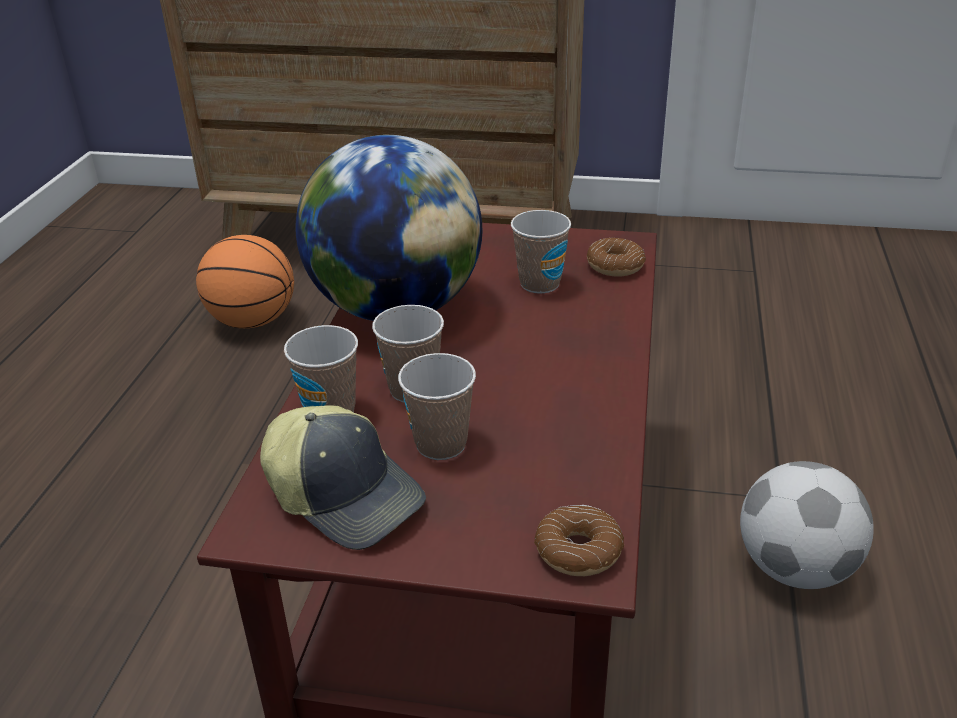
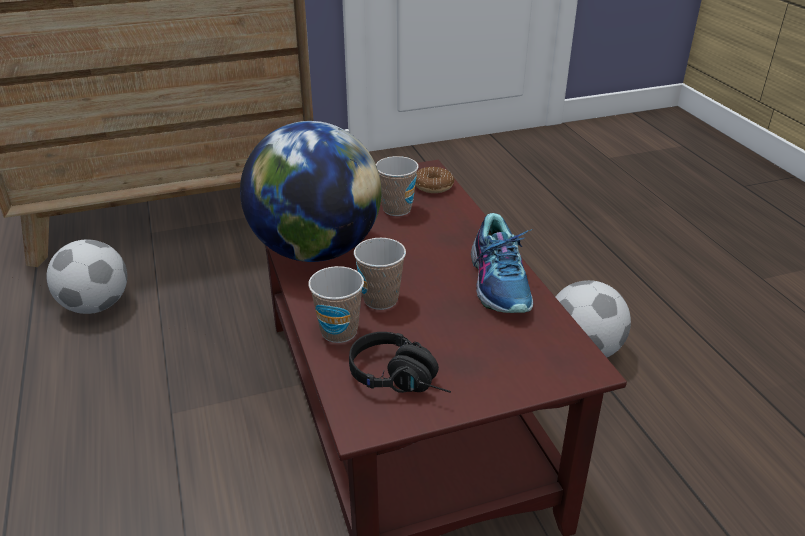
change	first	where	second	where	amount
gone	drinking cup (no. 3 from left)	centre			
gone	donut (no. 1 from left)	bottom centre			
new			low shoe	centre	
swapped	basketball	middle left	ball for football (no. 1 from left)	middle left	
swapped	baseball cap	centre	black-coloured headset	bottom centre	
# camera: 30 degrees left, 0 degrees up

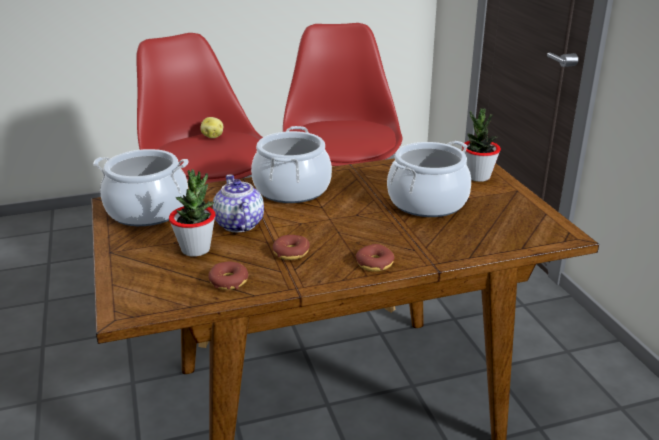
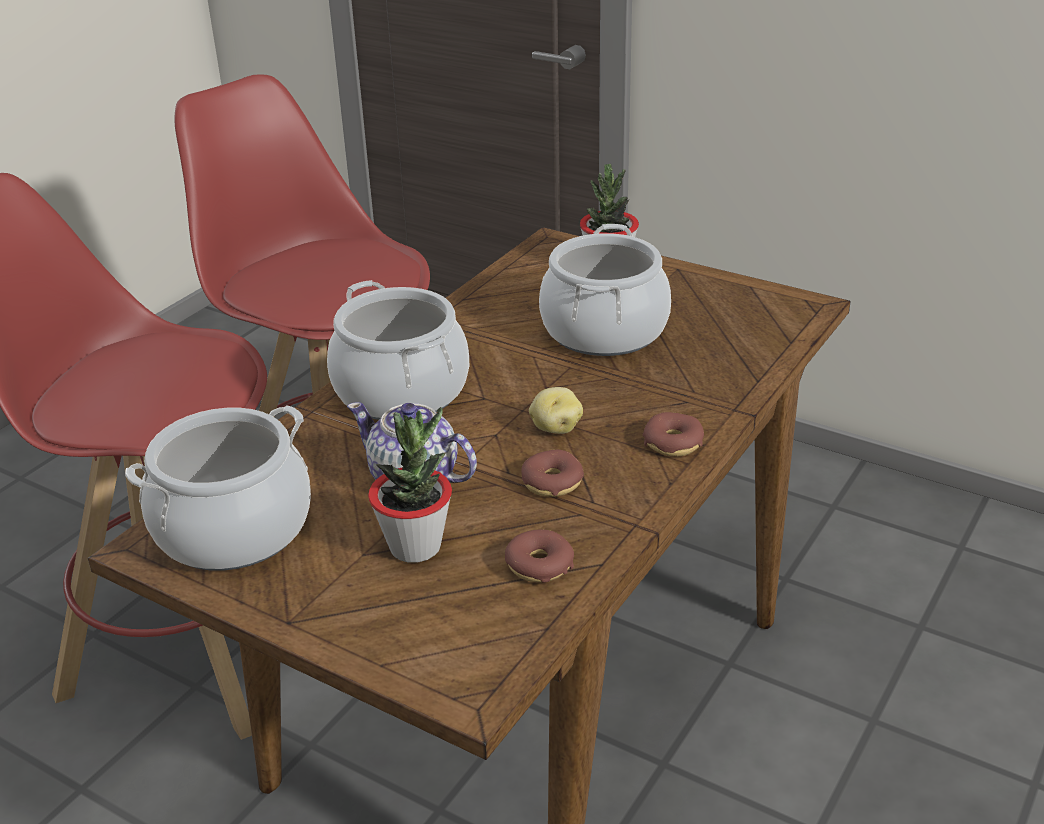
change	first	where	second	where	amount
shifted	spud	top left		centre	
# camera: 40 degrees left, 5 degrees up

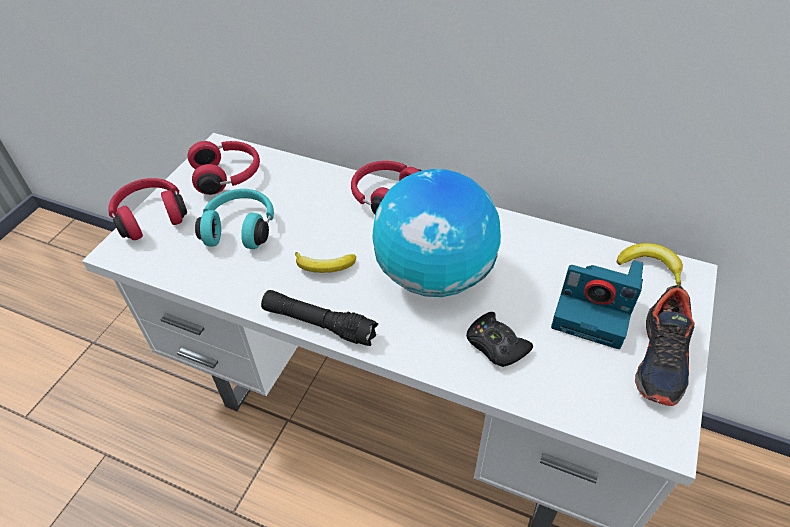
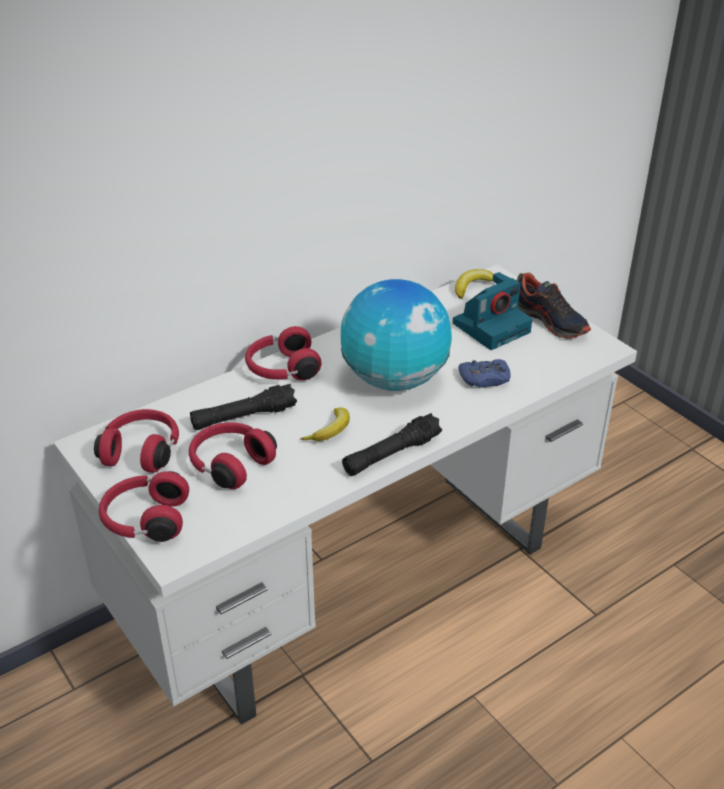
change	first	where	second	where	amount
new			black-coloured torch (no. 1 from left)	centre	
repainted	turquoise headset	middle left	reddish headset (no. 3 from left)	middle left	
repainted	black-coloured joypad	centre	blue joypad	middle right	
# camera: 60 degrees left, 10 degrees down

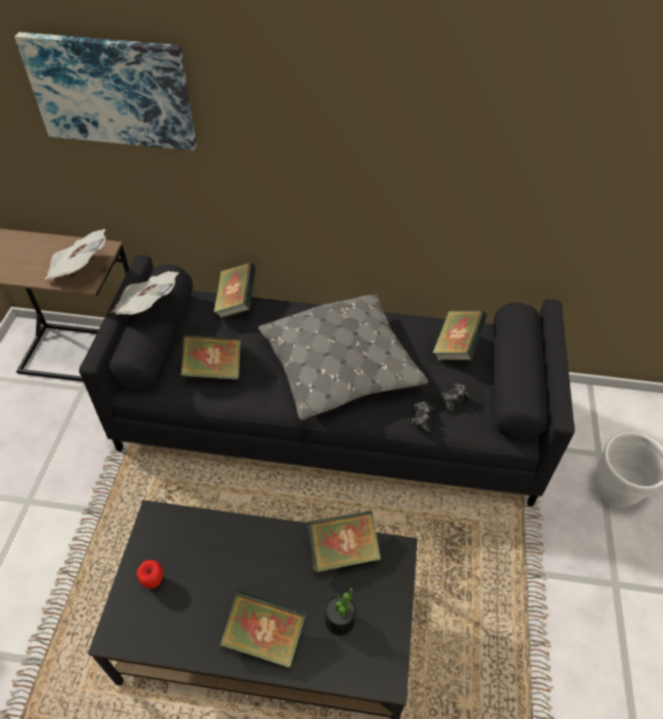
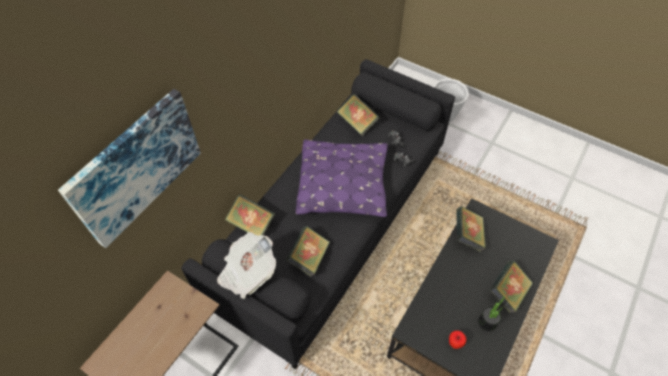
change	first	where	second	where	amount
gone	printed paper (no. 1 from left)	middle left			
shifted	potted plant	bottom centre		bottom right	
repainted	greyish throw pillow	centre	purple throw pillow	centre	
# camera: 65 degrees left, 5 degrees up

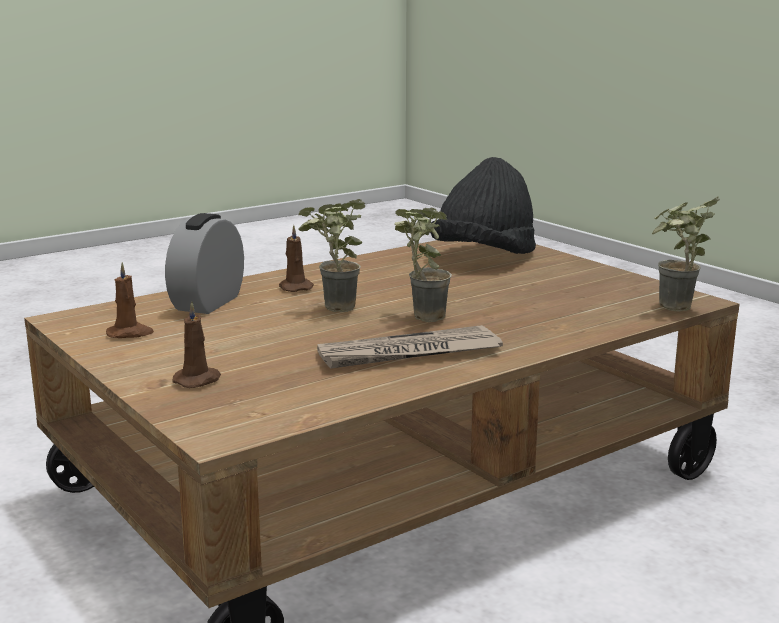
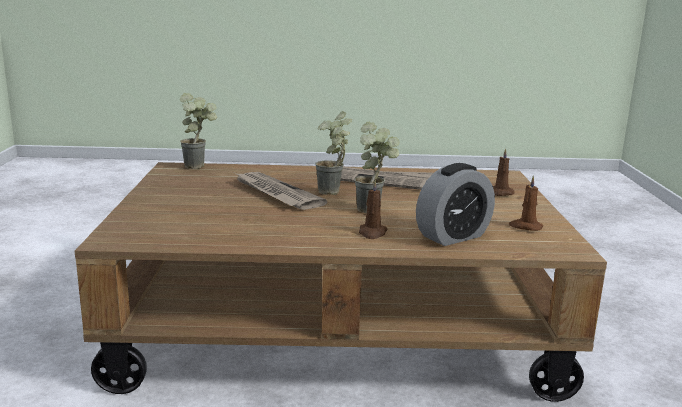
change	first	where	second	where	amount
gone	black-coloured wearable hat	top centre			
new			printed paper (no. 1 from left)	centre	
# camera: 145 degrees left, 0 degrees up

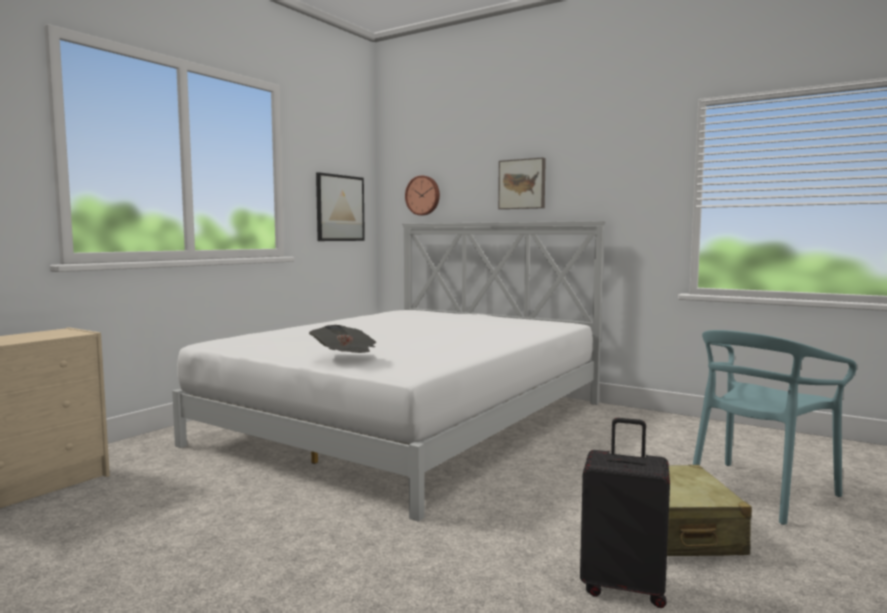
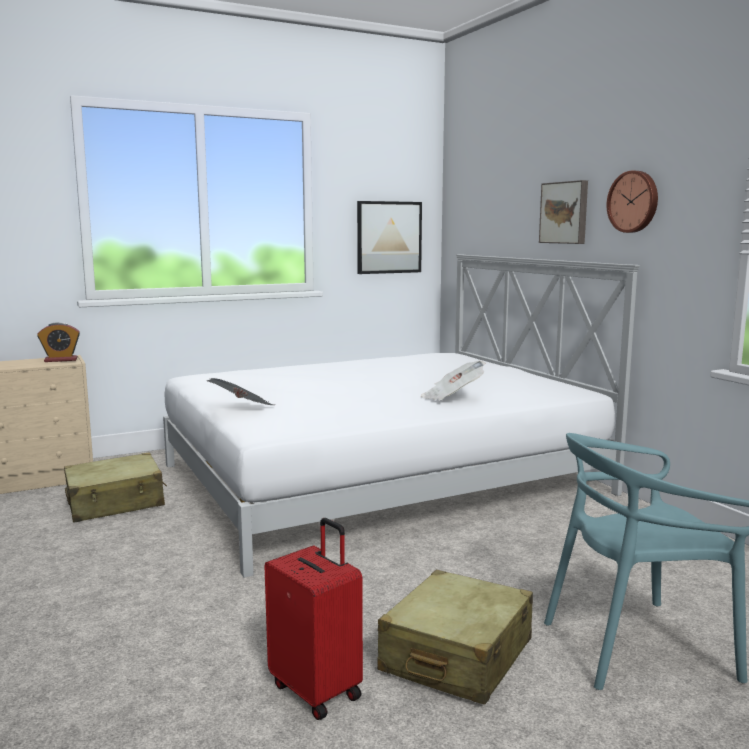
change	first	where	second	where	amount
new			alarm clock	middle left	
new			sand-coloured travel case (no. 1 from left)	middle left	
new			printed paper (no. 2 from left)	centre	
shifted	wall clock	top centre		top right	
repainted	black-coloured travel case	bottom right	reddish travel case	bottom centre	
# camera: 30 degrees right, 5 degrees up

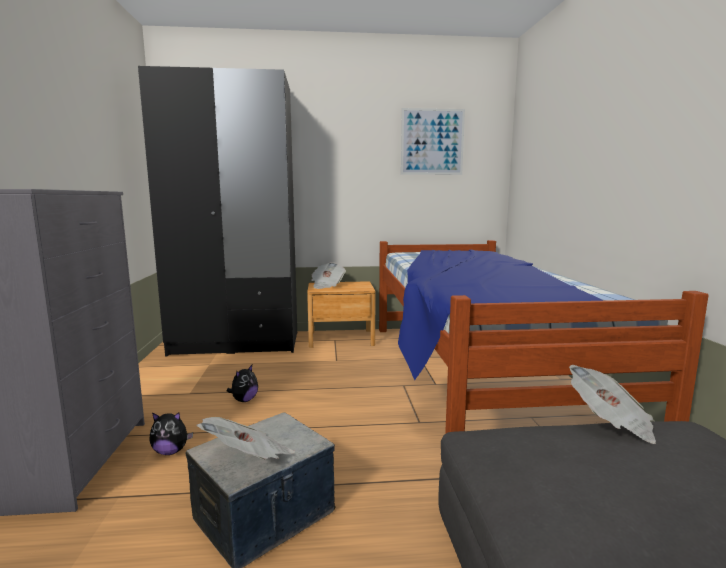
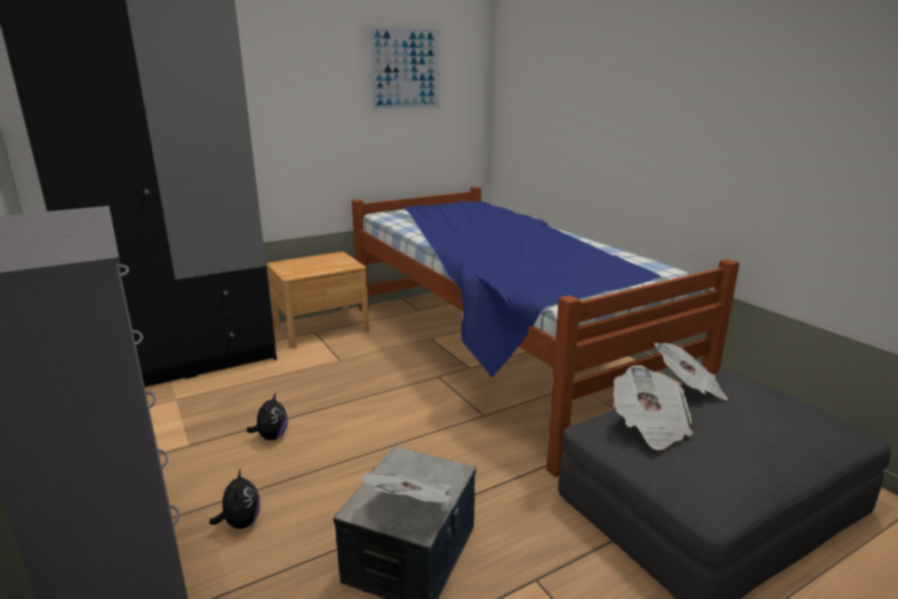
change	first	where	second	where	amount
shifted	printed paper (no. 2 from left)	centre		bottom right	
rotated	plush toy (no. 1 from left)	bottom left		bottom left	75 degrees counterclockwise
# camera: 25 degrees left, 10 degrees up

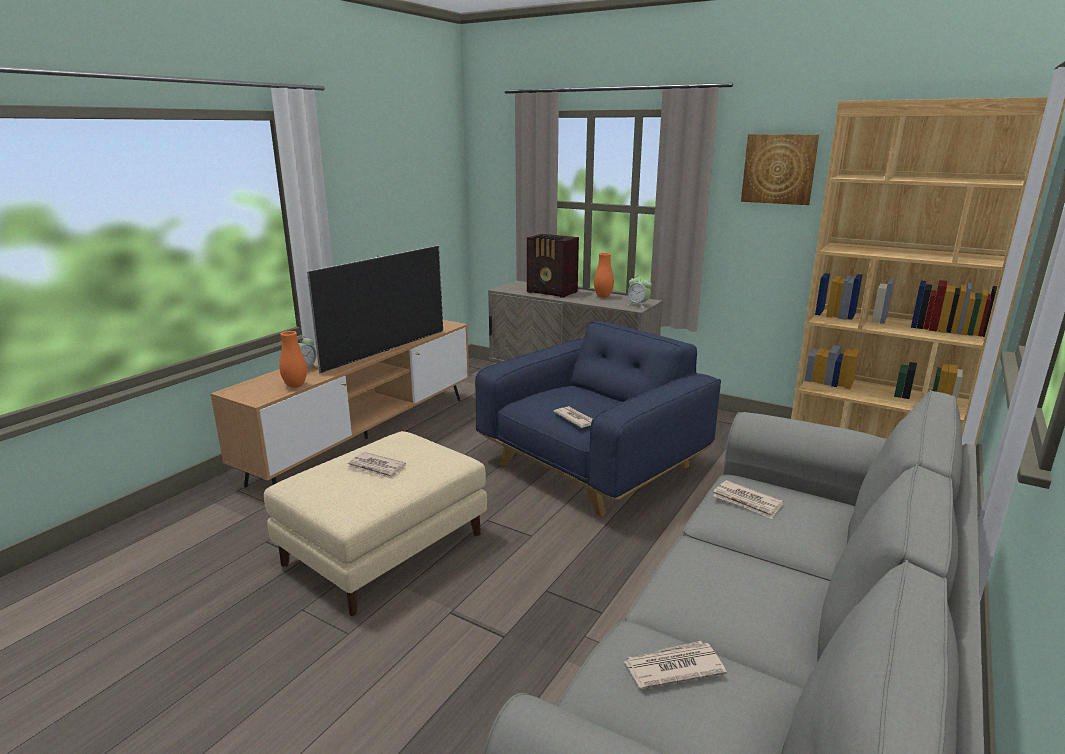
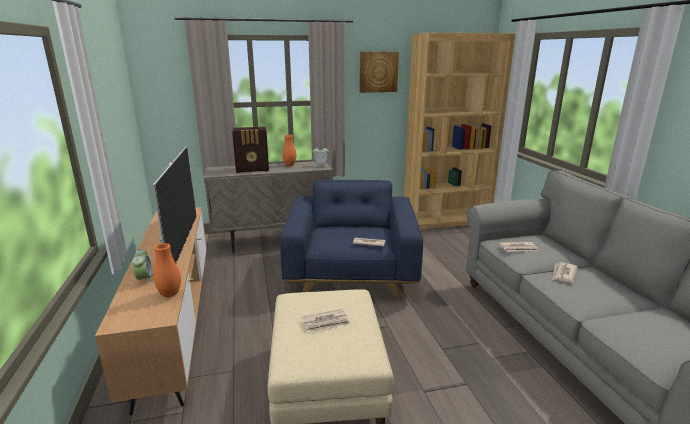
change	first	where	second	where	amount
shifted	printed paper (no. 3 from left in the first image)	bottom centre	printed paper (no. 4 from left)	middle right	
# camera: 45 degrees left, 0 degrees up

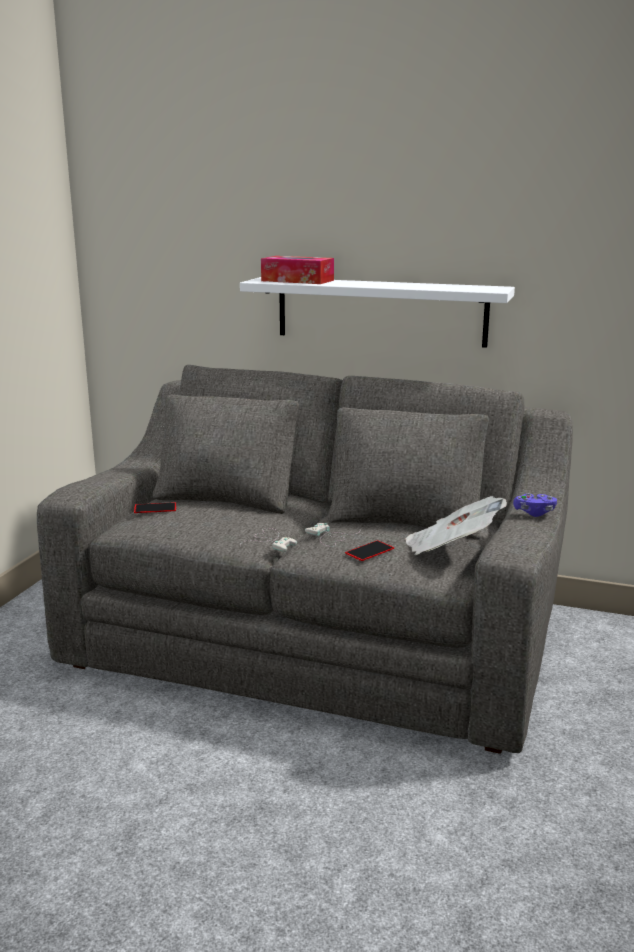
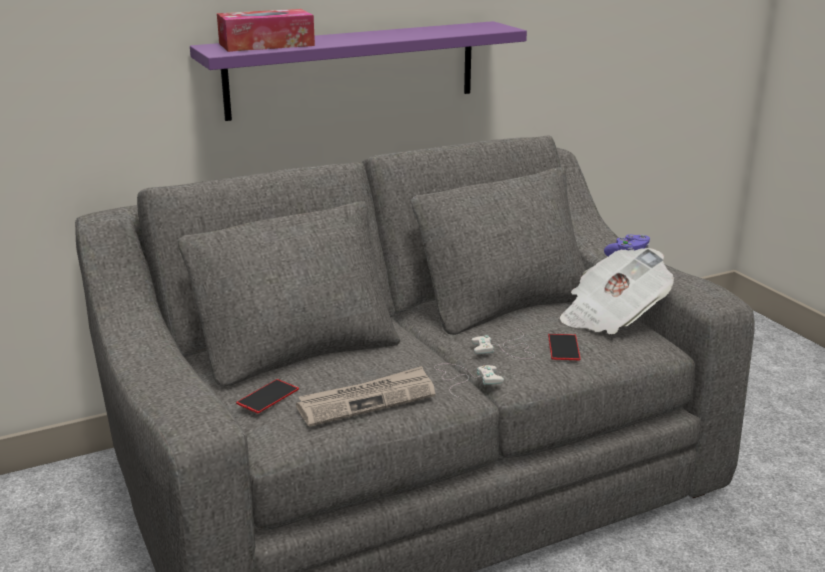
change	first	where	second	where	amount
new			printed paper (no. 1 from left)	bottom centre	
repainted	whitish shelf	top centre	purple shelf	top centre	
# camera: 45 degrees left, 5 degrees up

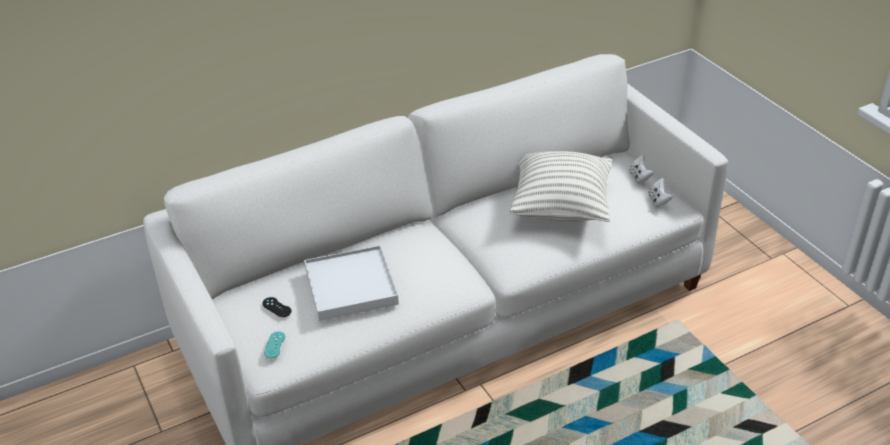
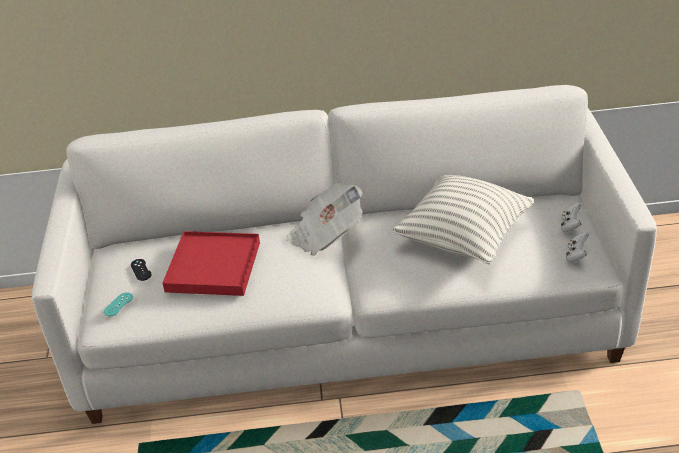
change	first	where	second	where	amount
new			printed paper	centre	
repainted	whitish serving tray	centre	reddish serving tray	middle left	
# camera: 25 degrees right, 0 degrees up

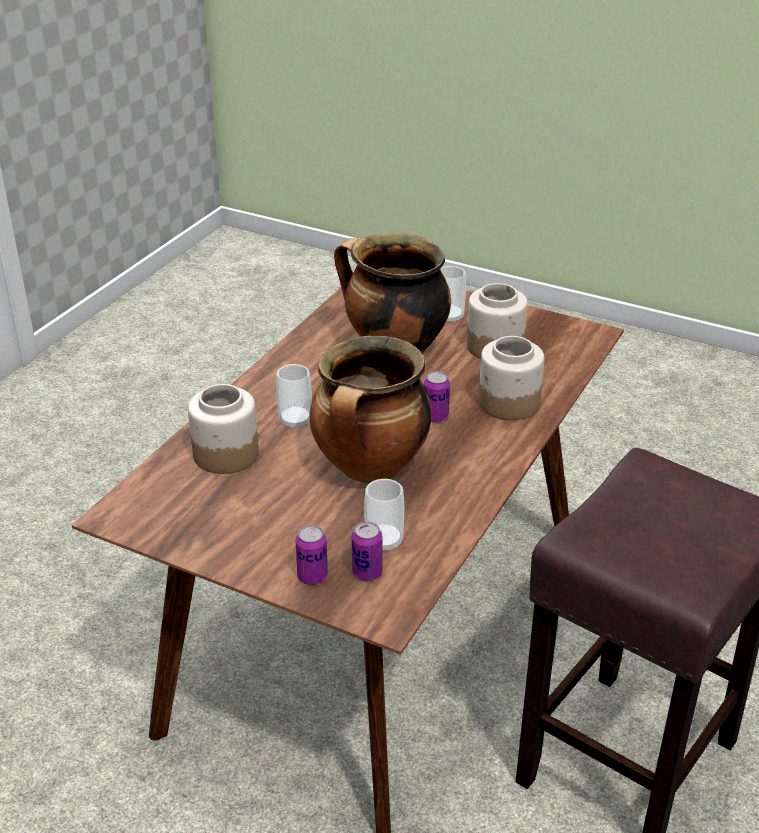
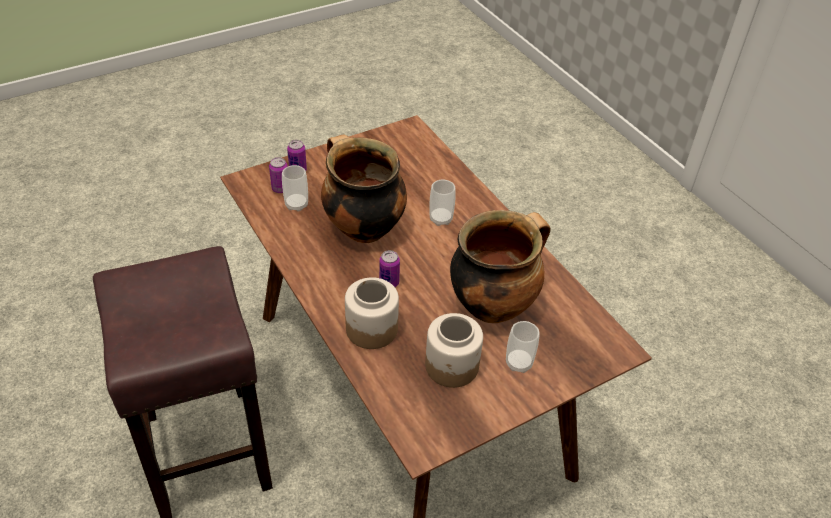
change	first	where	second	where	amount
gone	jar (no. 1 from left)	middle left			
# camera: 120 degrees right, 10 degrees up

